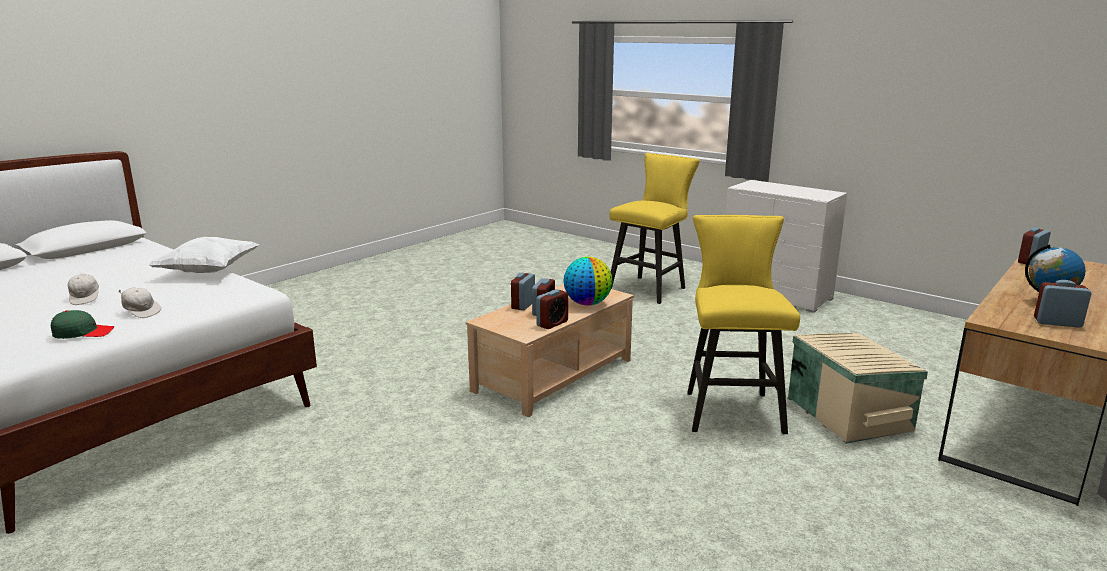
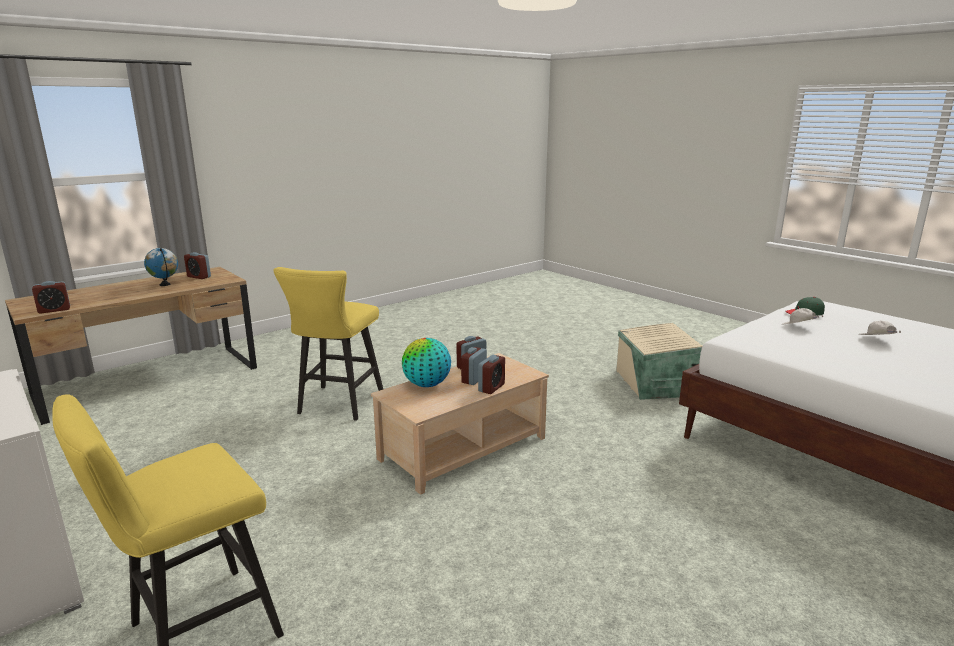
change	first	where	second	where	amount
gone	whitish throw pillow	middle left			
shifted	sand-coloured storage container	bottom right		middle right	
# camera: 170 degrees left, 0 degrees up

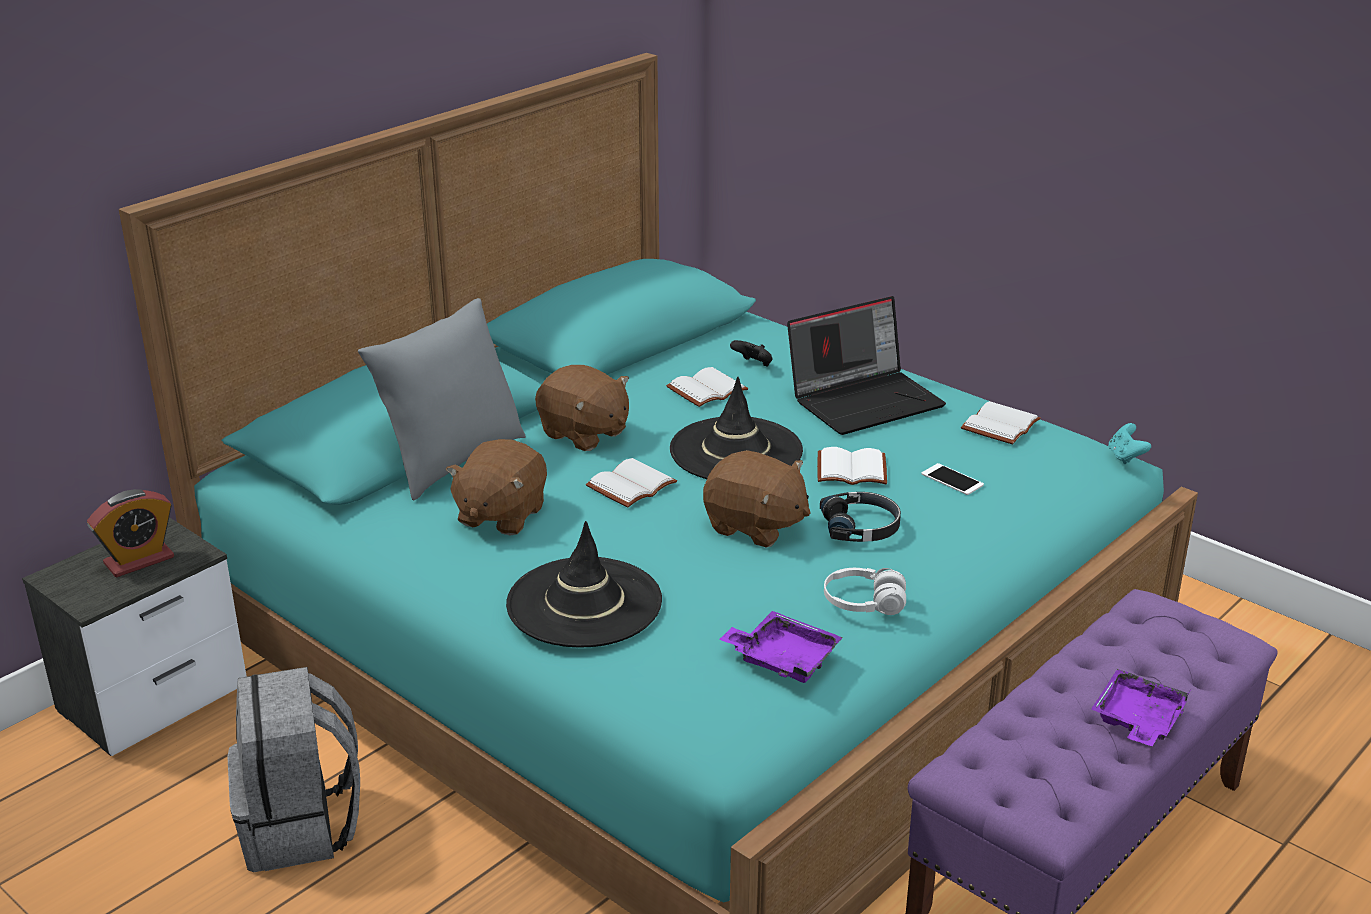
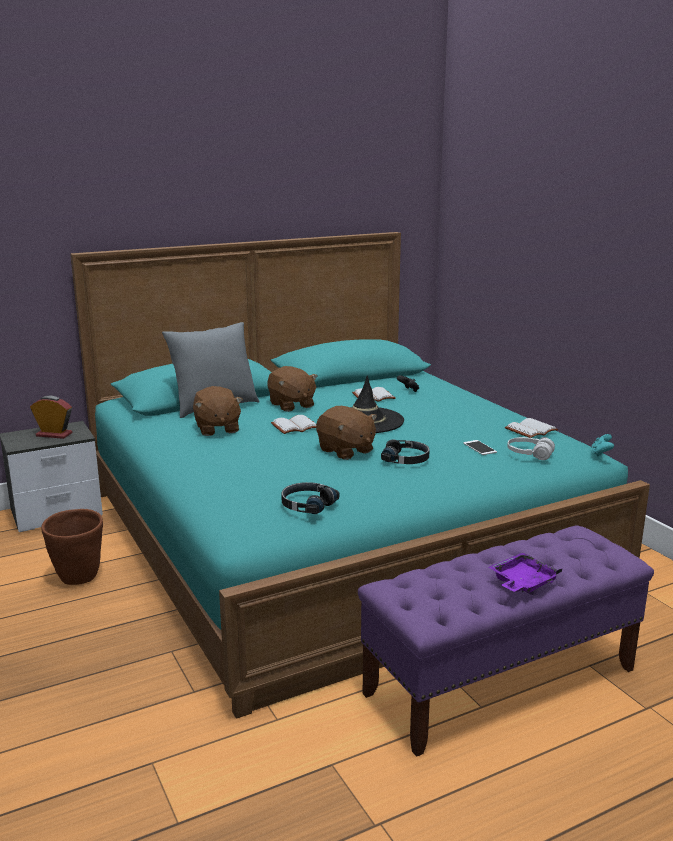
change	first	where	second	where	amount
gone	black-coloured wearable hat (no. 1 from left)	centre			
gone	laptop	centre			
gone	whitish volume (no. 3 from left)	centre			
shifted	whitish headset	centre		middle right	
swapped	greyish knapsack	bottom left	brown-coloured planter	middle left	
swapped	purple serving tray (no. 1 from left)	bottom centre	black-coloured headset (no. 1 from left)	centre	
rotated	alarm clock	middle left		middle left	150 degrees counterclockwise
rotated	brown-coloured plush toy (no. 1 from left)	centre		middle left	60 degrees counterclockwise
# camera: 20 degrees right, 10 degrees down

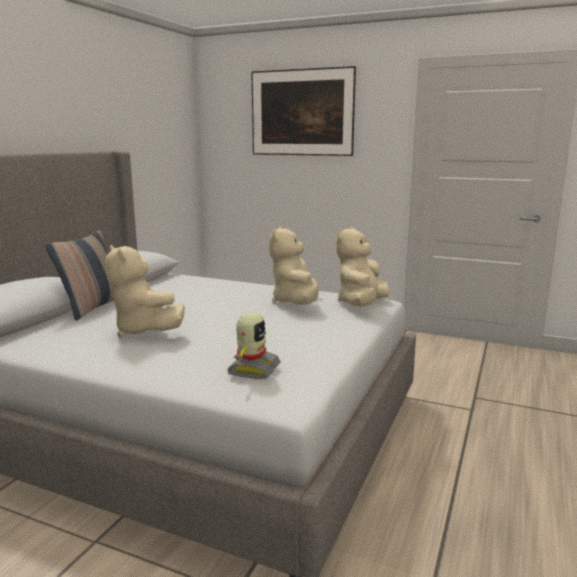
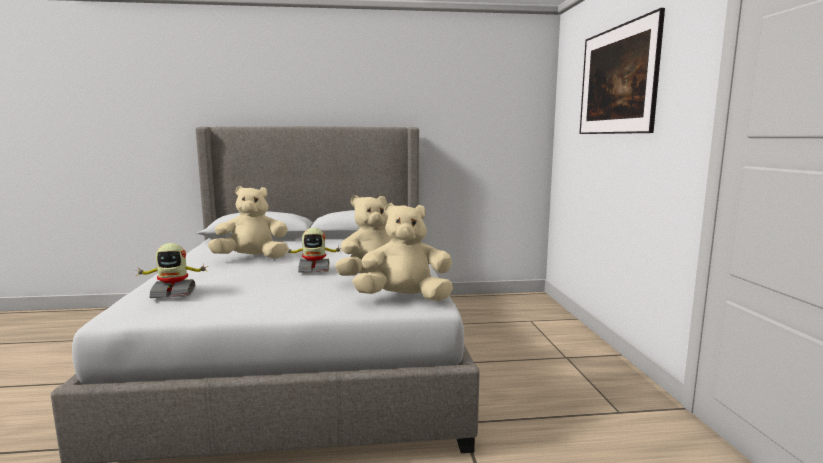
change	first	where	second	where	amount
gone	throw pillow	middle left			
new			robot figure (no. 2 from left)	centre	
rotated	sand-coloured plush toy (no. 1 from left)	middle left		middle left	60 degrees clockwise
# camera: 60 degrees right, 5 degrees down

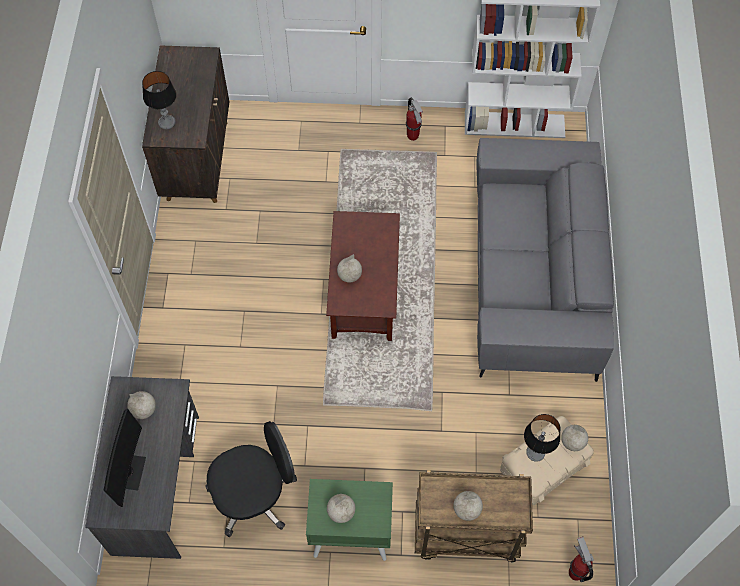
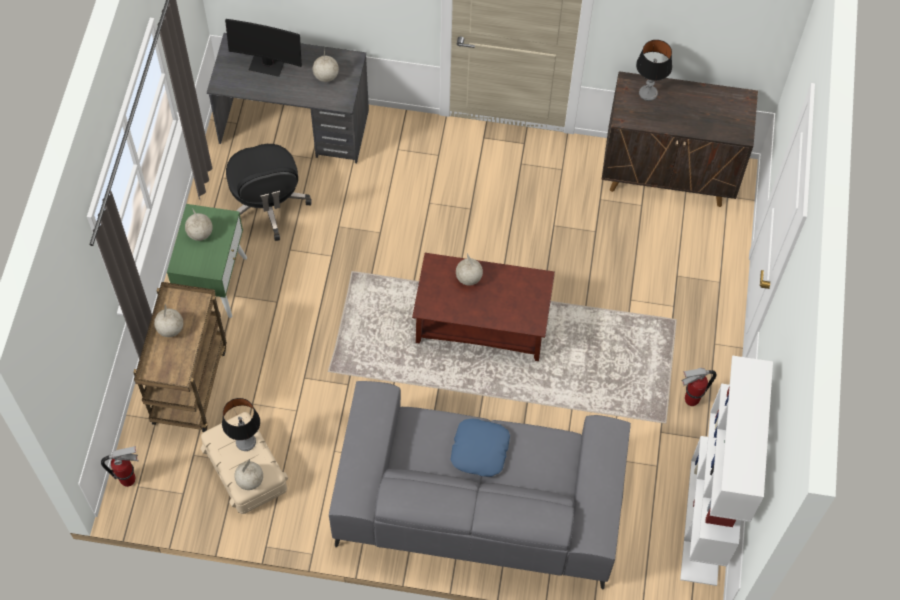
change	first	where	second	where	amount
new			blue throw pillow	bottom centre	
# camera: 95 degrees right, 0 degrees up

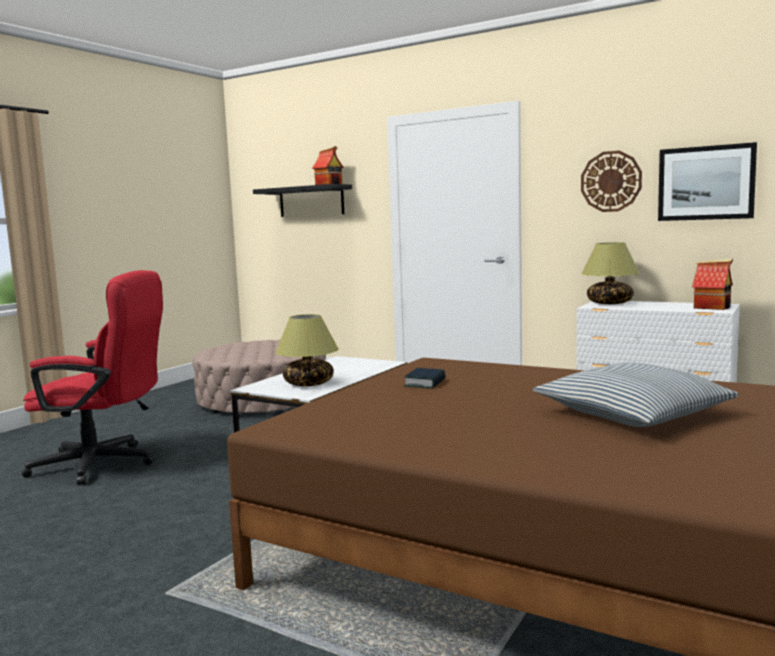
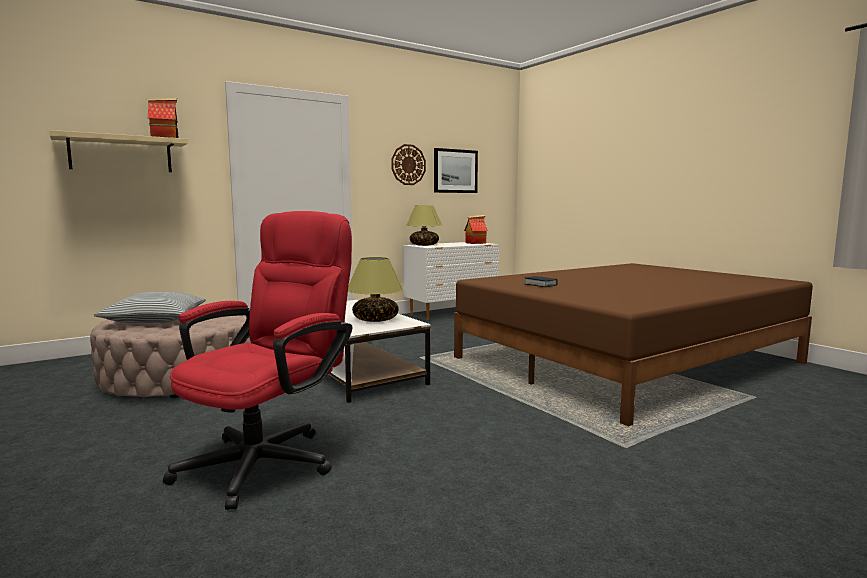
change	first	where	second	where	amount
shifted	throw pillow	middle right		middle left	
repainted	black-coloured shelf	top centre	sand-coloured shelf	top left	
# camera: 65 degrees left, 0 degrees up

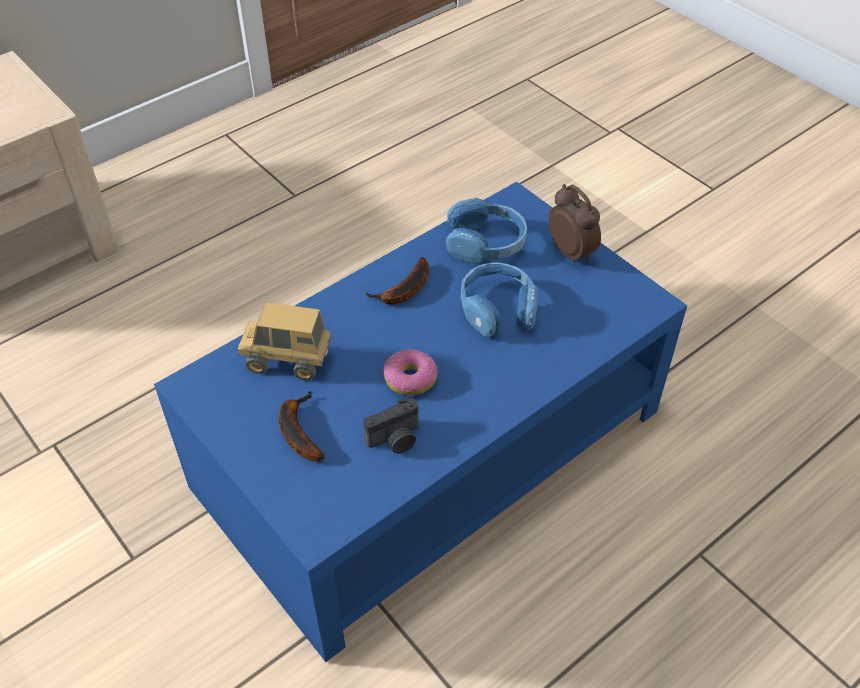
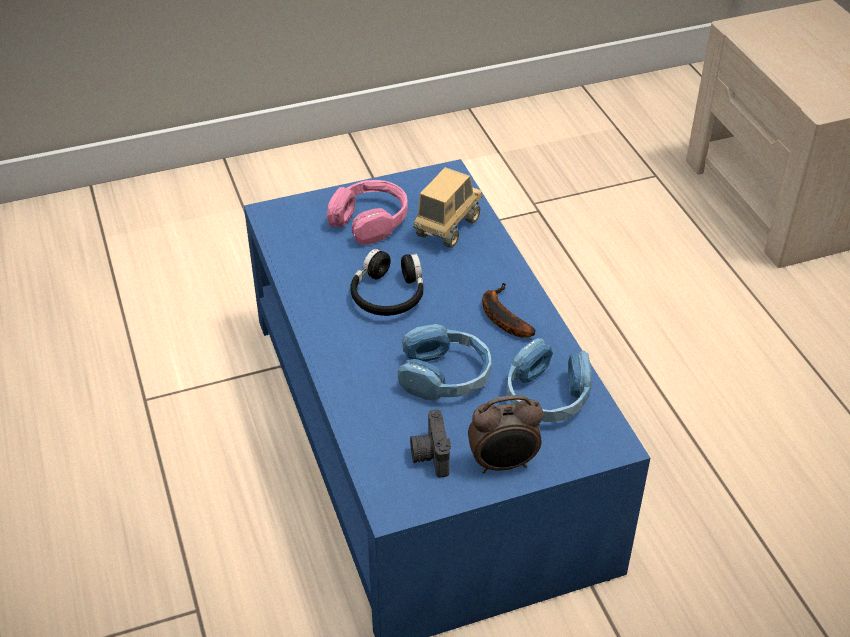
change	first	where	second	where	amount
shifted	photo camera	centre		bottom centre	
swapped	banana fruit (no. 1 from left)	centre	pink-coloured headset	top centre	
swapped	donut	centre	black-coloured headset	centre	
# camera: 110 degrees right, 5 degrees down

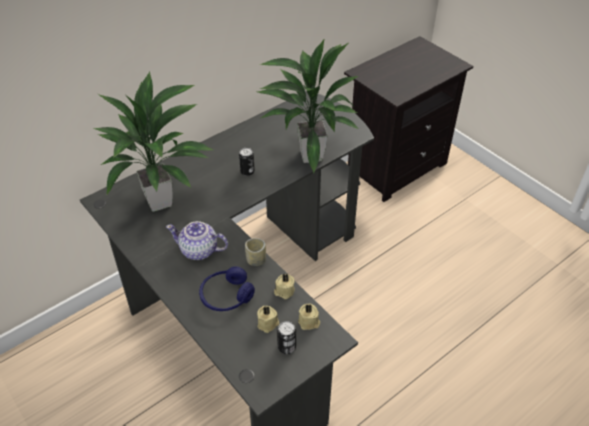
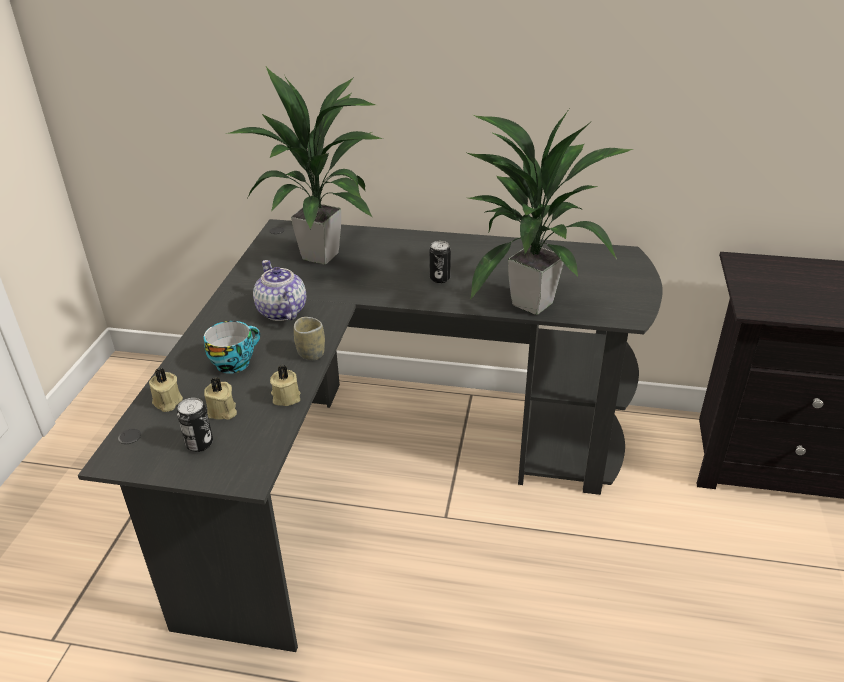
change	first	where	second	where	amount
shifted	sand-coloured wax candle (no. 3 from left in the first image)	bottom centre	sand-coloured wax candle (no. 1 from left)	middle left	
swapped	blue headset	bottom centre	drinking cup (no. 1 from left)	middle left	
# camera: 50 degrees right, 10 degrees down

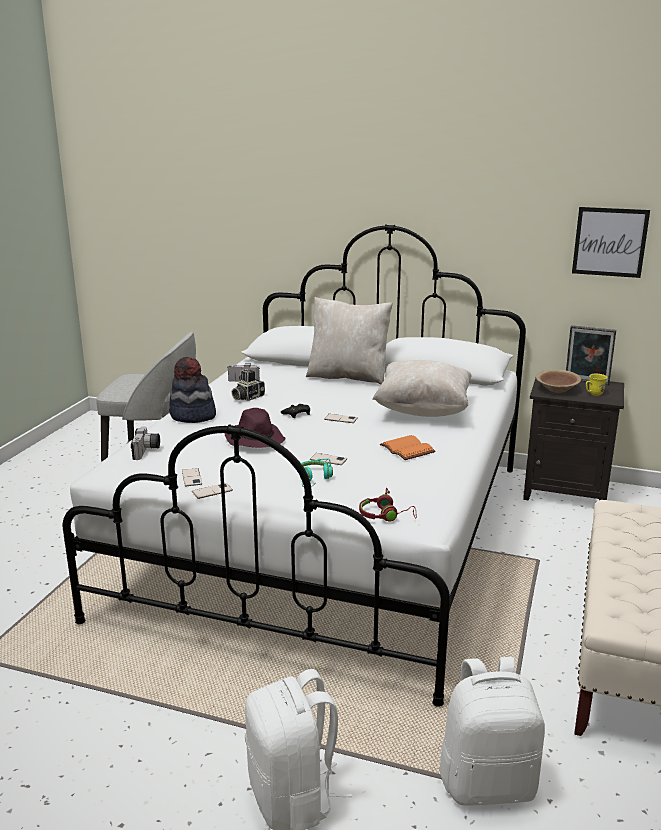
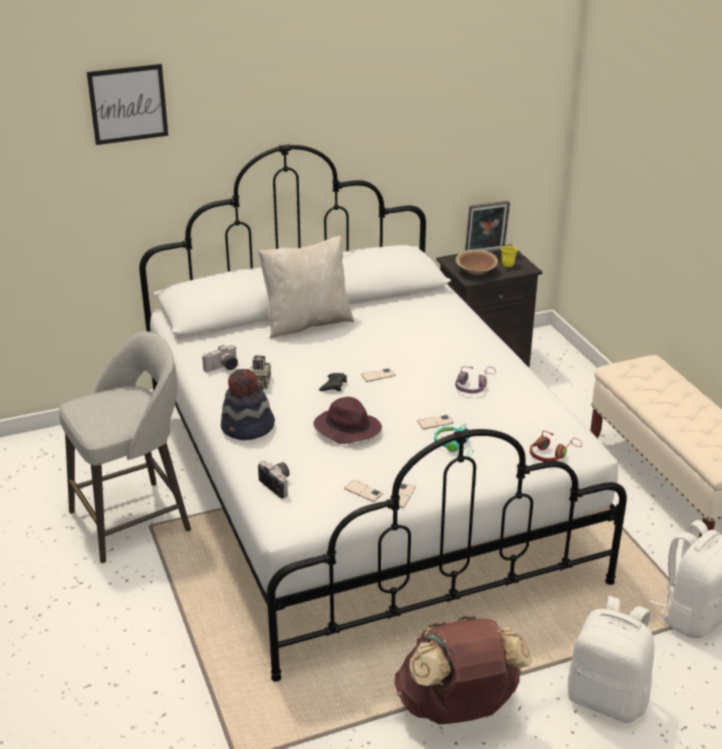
change	first	where	second	where	amount
gone	sand-coloured throw pillow (no. 2 from left)	centre			
new			brown-coloured knapsack	bottom centre	
shifted	wall picture	top right		top left	
swapped	orange-coloured volume	centre	purple headset	centre	
# camera: 40 degrees left, 10 degrees up

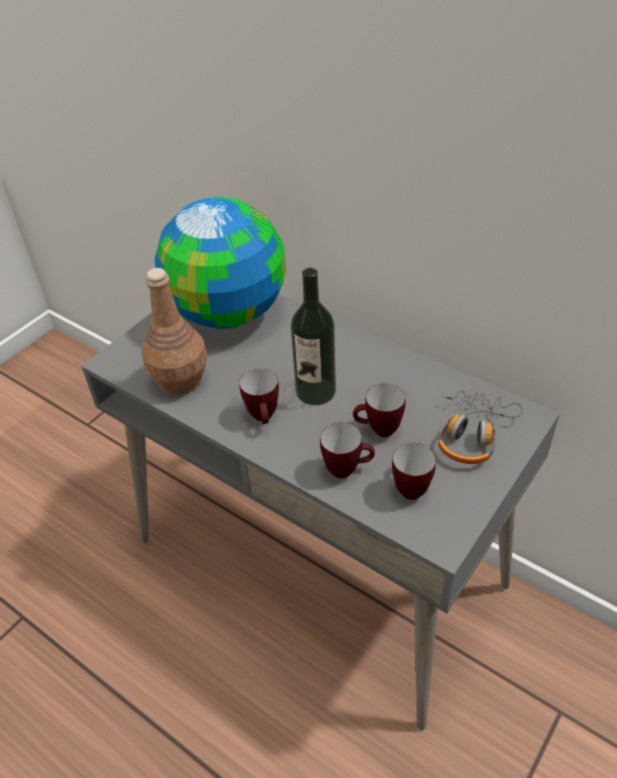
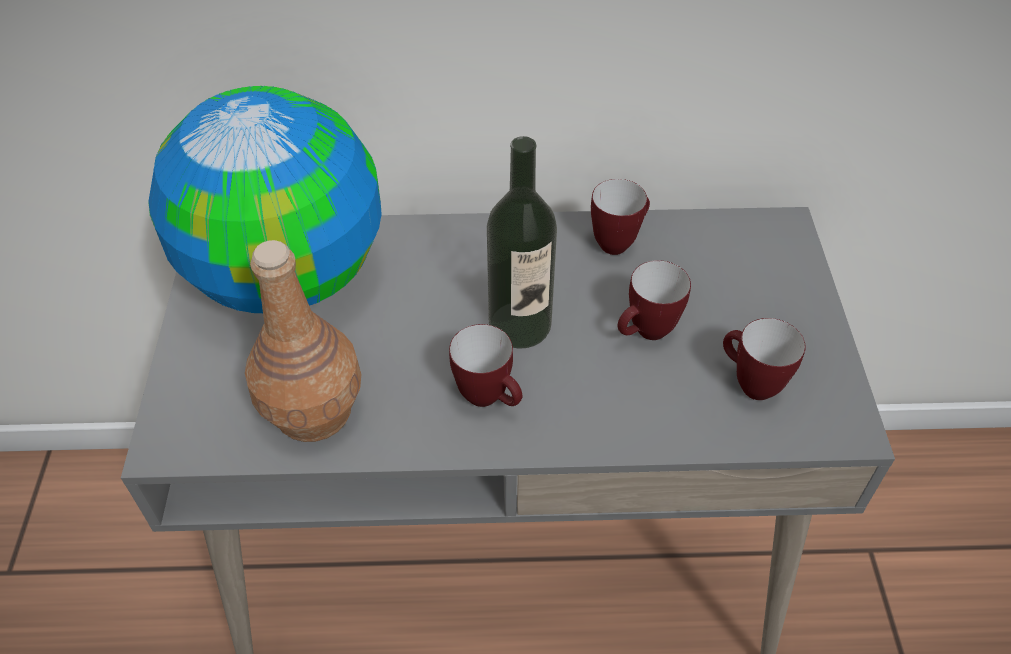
change	first	where	second	where	amount
gone	headset	middle right			
shifted	tea mug (no. 2 from left)	centre		top centre	
# camera: 40 degrees left, 5 degrees up

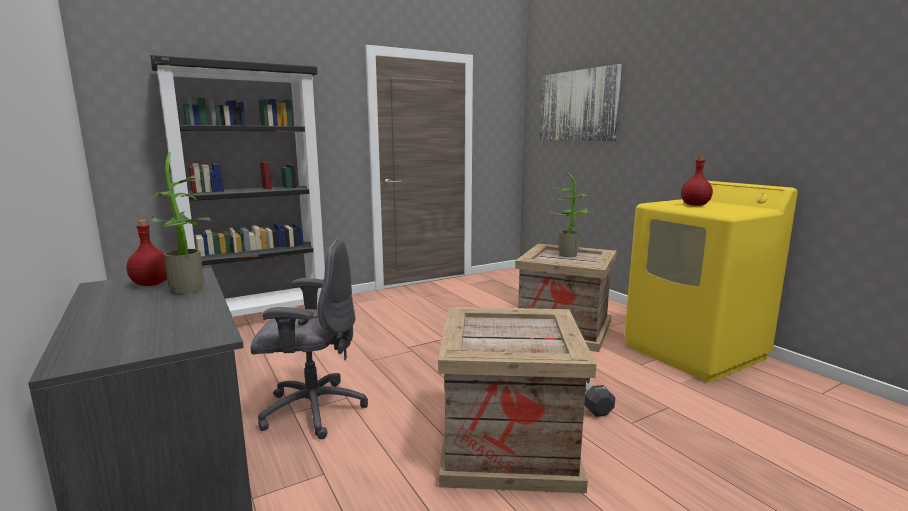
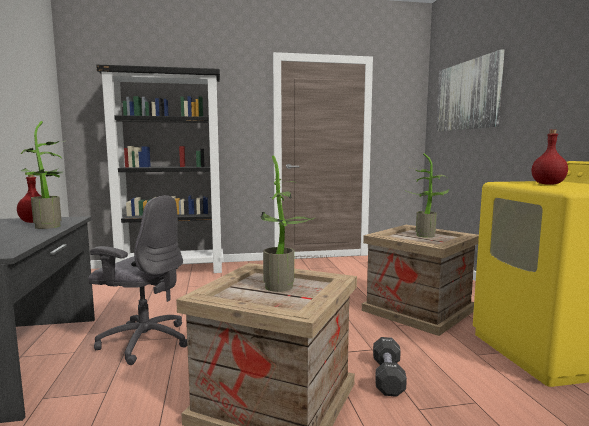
change	first	where	second	where	amount
new			potted plant (no. 2 from left)	centre	
# camera: 20 degrees right, 5 degrees down

